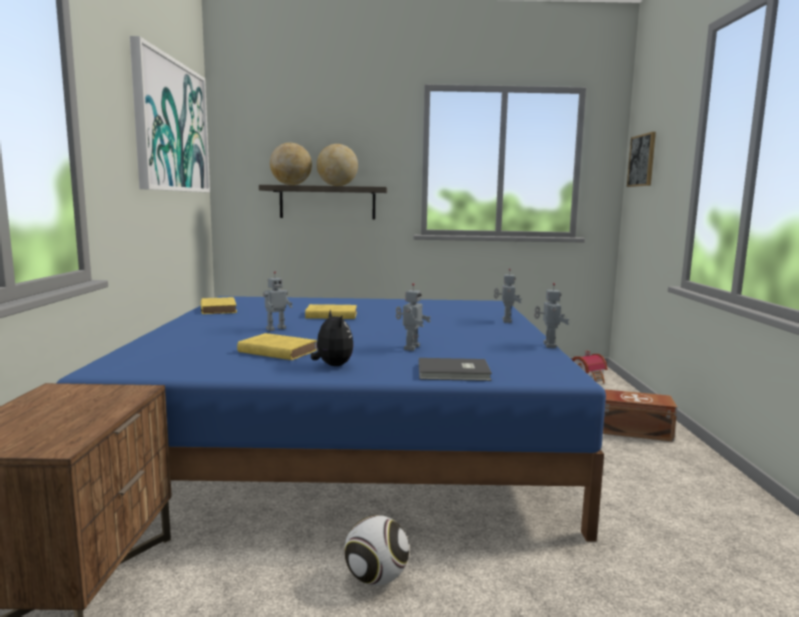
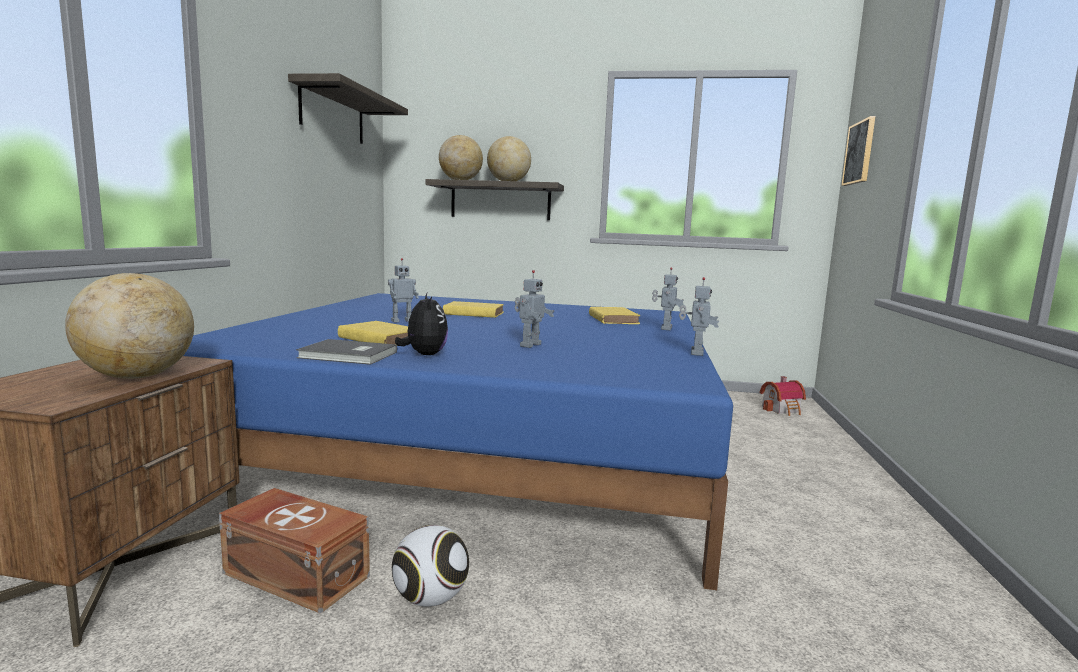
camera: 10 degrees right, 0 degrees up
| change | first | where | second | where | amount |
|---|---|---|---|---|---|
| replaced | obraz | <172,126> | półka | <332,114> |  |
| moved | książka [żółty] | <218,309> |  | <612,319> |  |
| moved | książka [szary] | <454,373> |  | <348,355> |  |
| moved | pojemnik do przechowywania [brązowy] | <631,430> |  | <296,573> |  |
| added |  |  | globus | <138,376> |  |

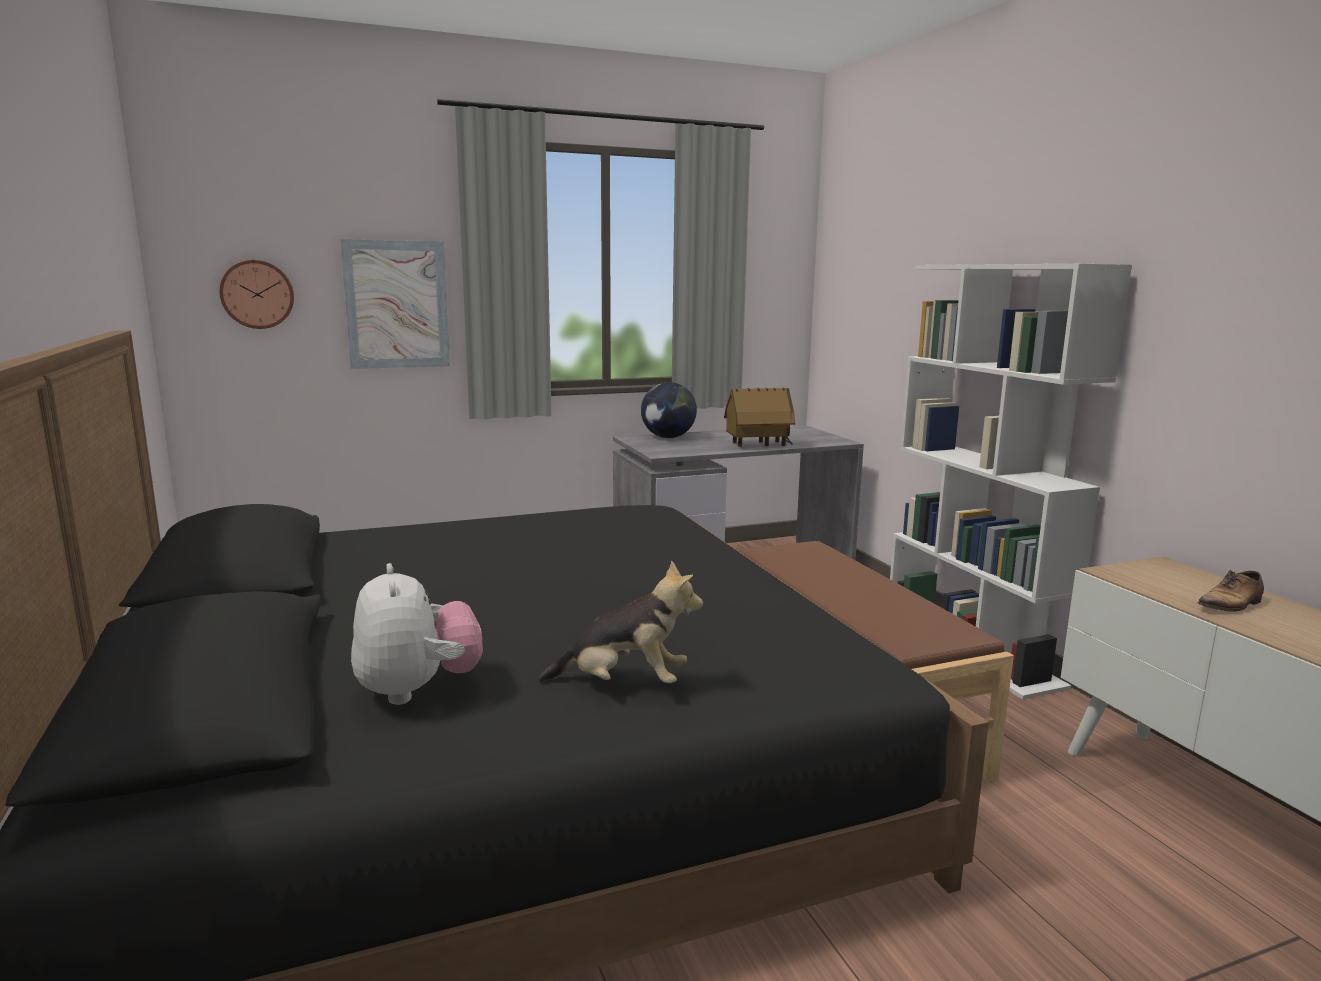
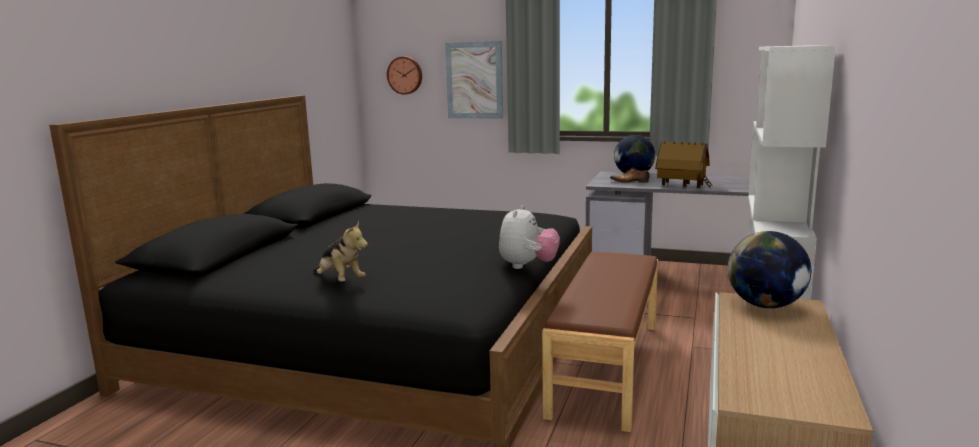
camera: 40 degrees right, 0 degrees up
| change | first | where | second | where | amount |
|---|---|---|---|---|---|
| moved | pluszak | <418,690> |  | <527,266> |  |
| moved | but | <1230,605> |  | <630,182> |  |
| added |  |  | globus | <766,305> |  |

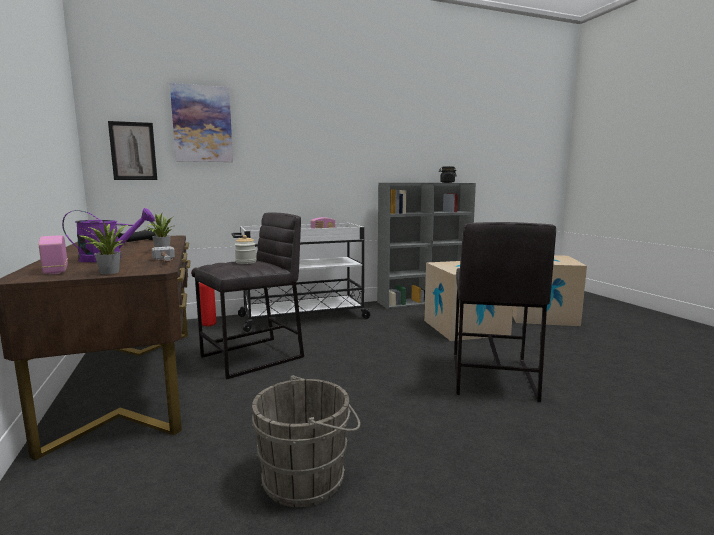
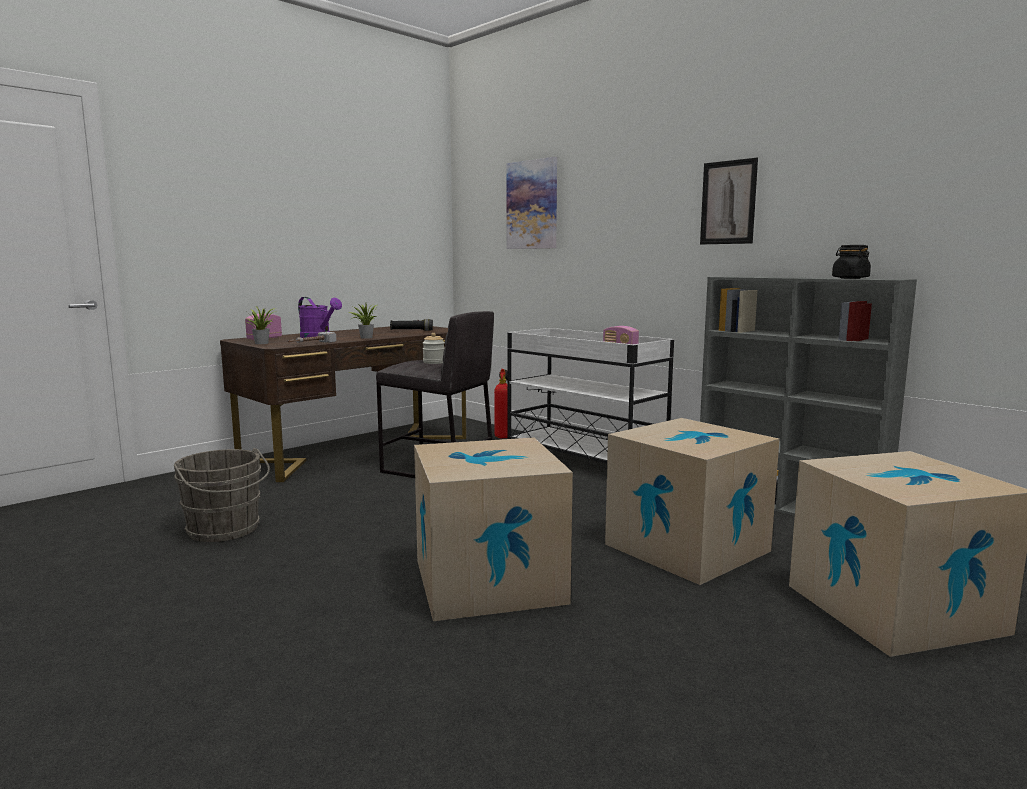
camera: 65 degrees right, 0 degrees up
| change | first | where | second | where | amount |
|---|---|---|---|---|---|
| moved | obraz | <133,151> |  | <728,202> |  |
| replaced | stołek [szary] | <491,377> | karton | <488,581> |  |

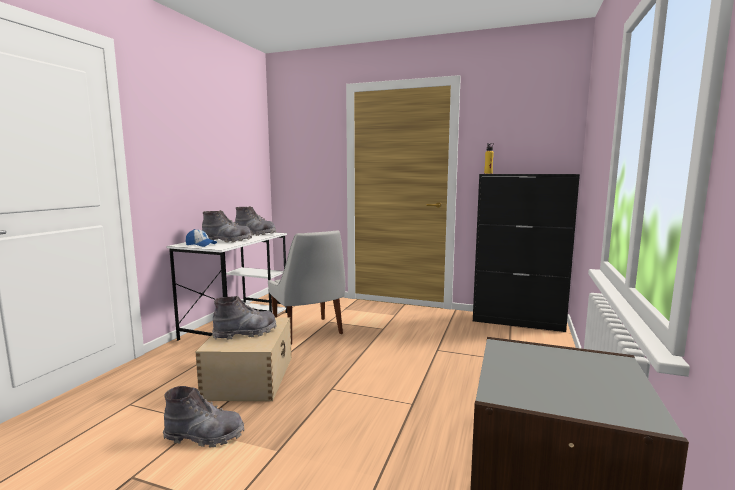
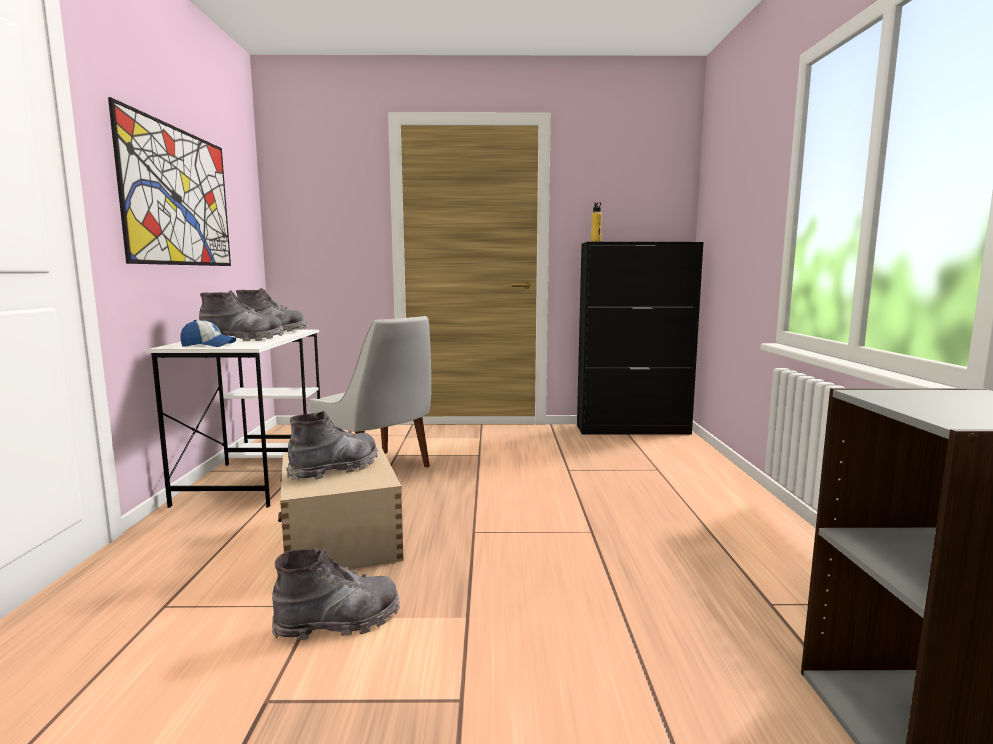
camera: 20 degrees left, 0 degrees up
| change | first | where | second | where | amount |
|---|---|---|---|---|---|
| added |  |  | obraz | <179,197> |  |

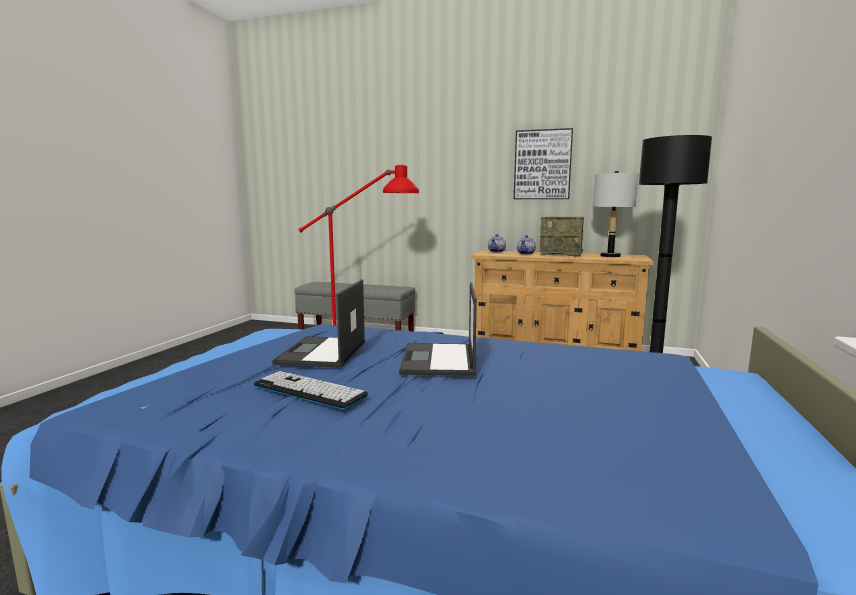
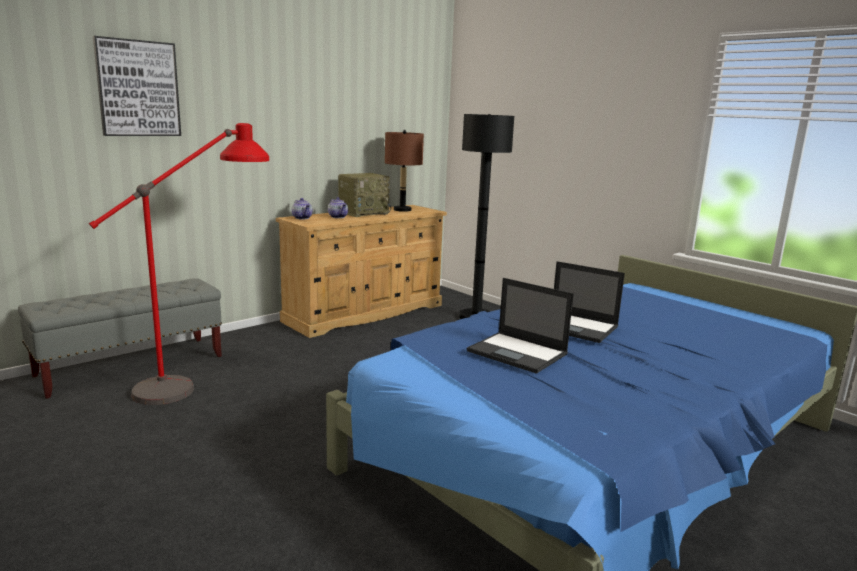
camera: 60 degrees left, 5 degrees up
| change | first | where | second | where | amount |
|---|---|---|---|---|---|
| moved | obraz | <542,165> |  | <138,88> |  |
| recoloured | lampa stołowa [szary] | <610,256> | lampa stołowa [brązowy] | <402,210> |  |
| removed | klawiatura | <309,390> |  |  |  |

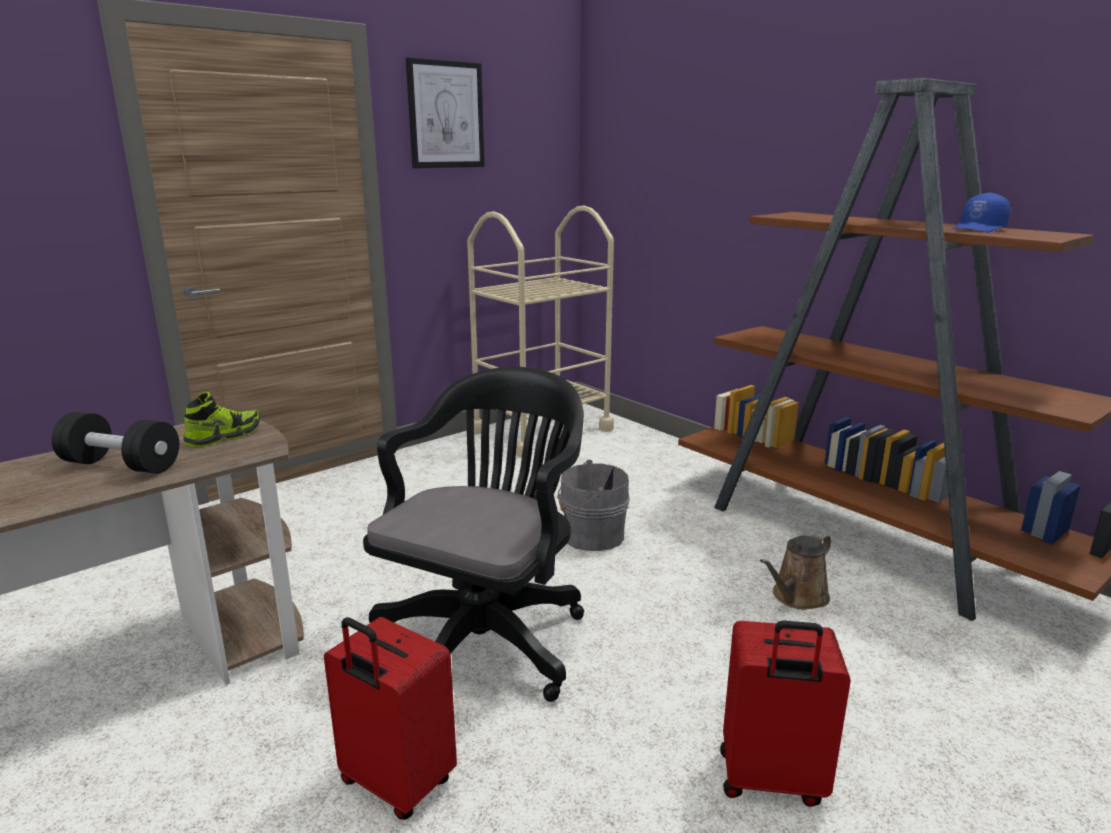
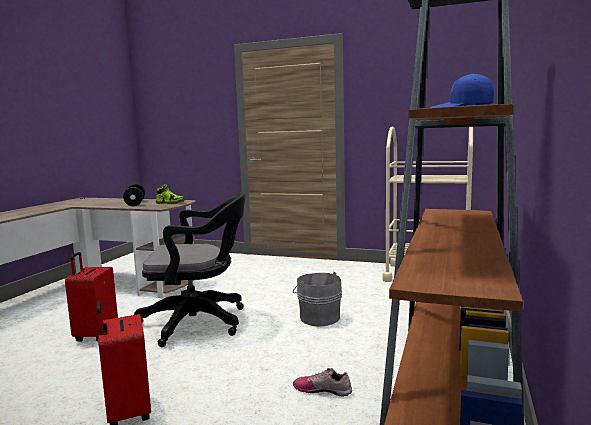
camera: 60 degrees right, 10 degrees down
| change | first | where | second | where | amount |
|---|---|---|---|---|---|
| removed | obraz | <446,115> |  |  |  |
| replaced | konewka [brązowy] | <797,597> | but | <322,389> |  |

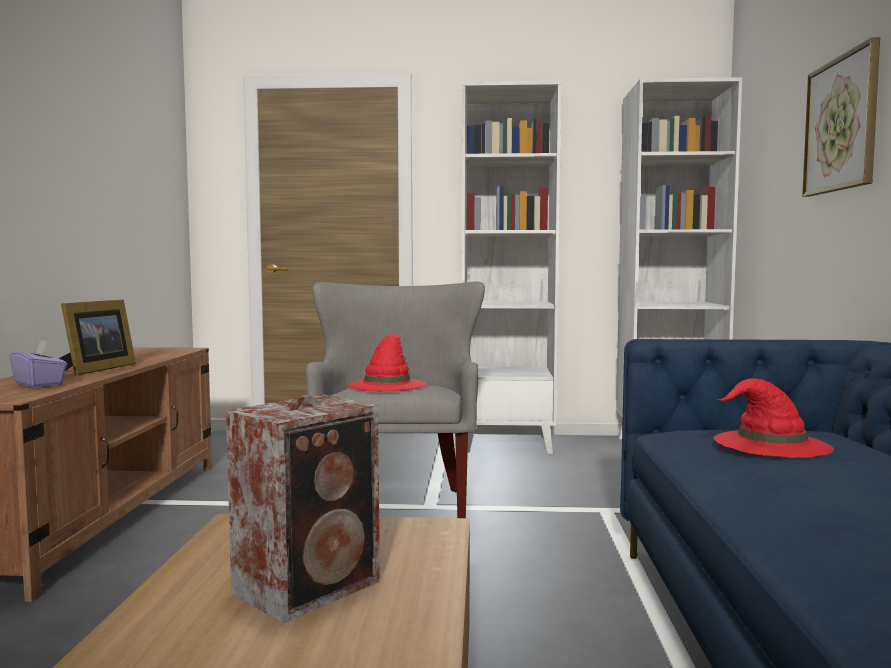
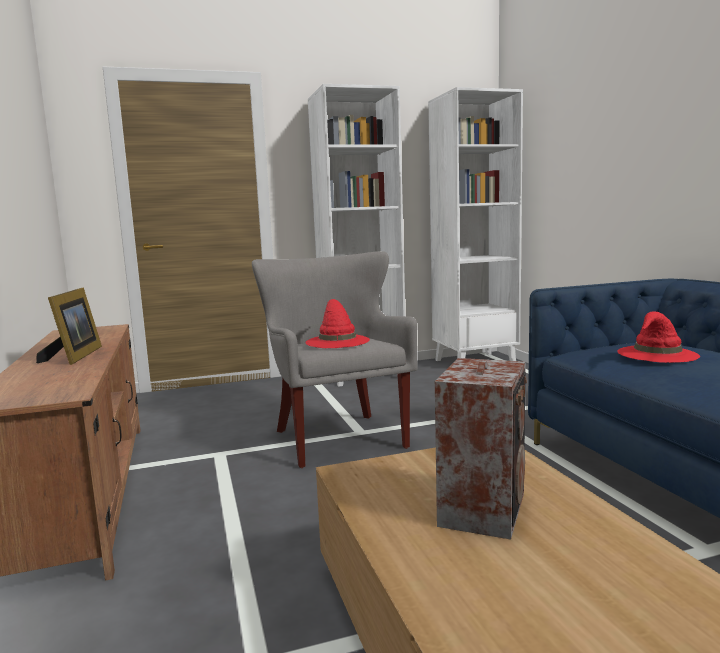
camera: 20 degrees left, 5 degrees up
| change | first | where | second | where | amount |
|---|---|---|---|---|---|
| removed | obraz | <841,124> |  |  |  |
| removed | pudełko chusteczek [fioletowy] | <39,384> |  |  |  |

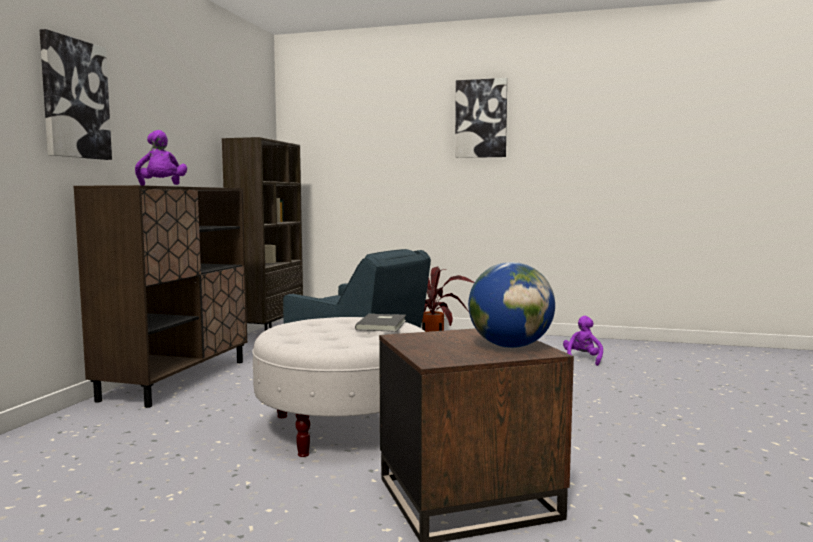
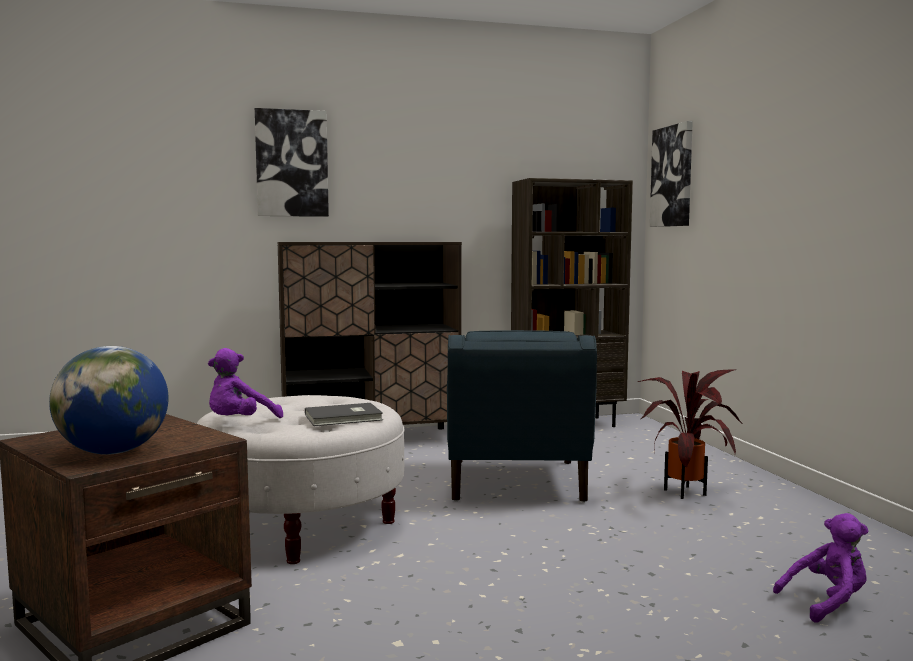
camera: 60 degrees right, 0 degrees up
| change | first | where | second | where | amount |
|---|---|---|---|---|---|
| moved | obraz | <481,119> |  | <673,176> |  |
| moved | pluszak [fioletowy] | <161,186> |  | <240,423> |  |

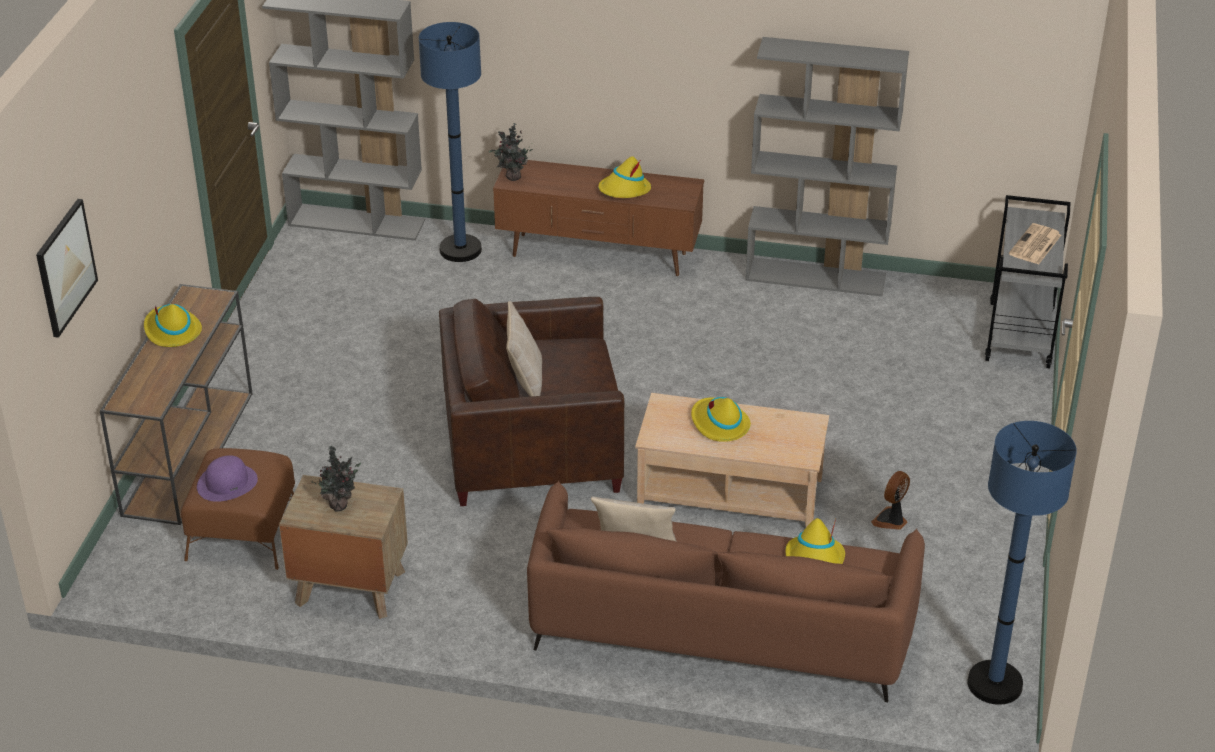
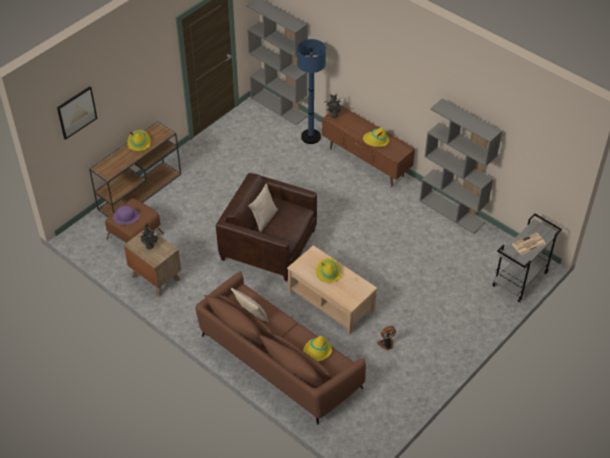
camera: 30 degrees right, 10 degrees up
| change | first | where | second | where | amount |
|---|---|---|---|---|---|
| removed | lampa stojąca [niebieski] | <994,684> |  |  |  |

